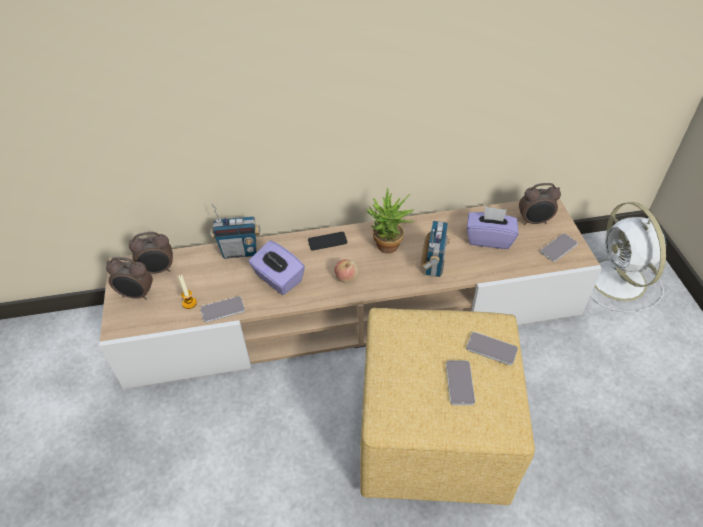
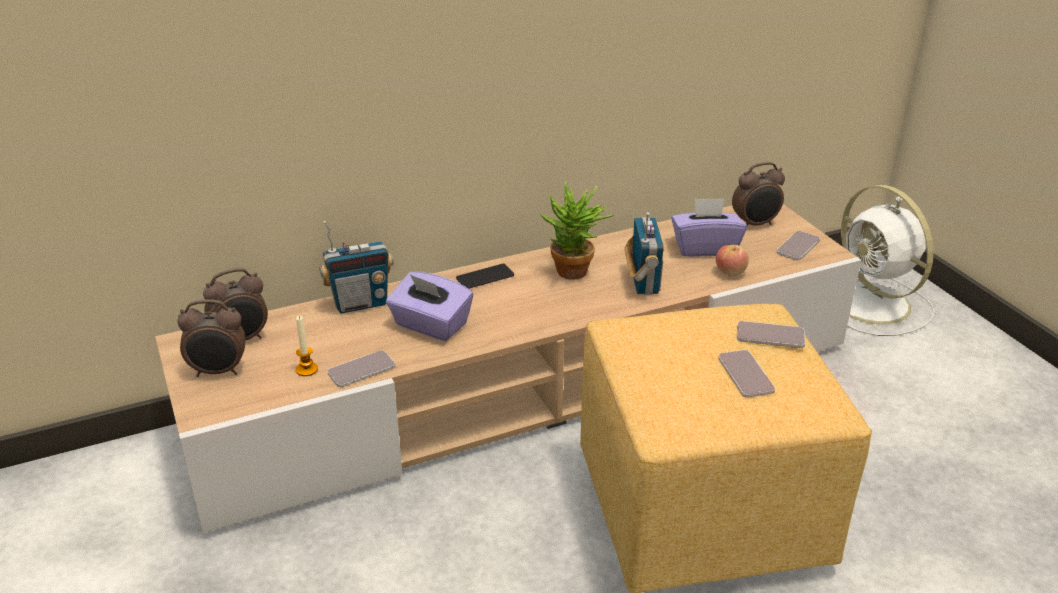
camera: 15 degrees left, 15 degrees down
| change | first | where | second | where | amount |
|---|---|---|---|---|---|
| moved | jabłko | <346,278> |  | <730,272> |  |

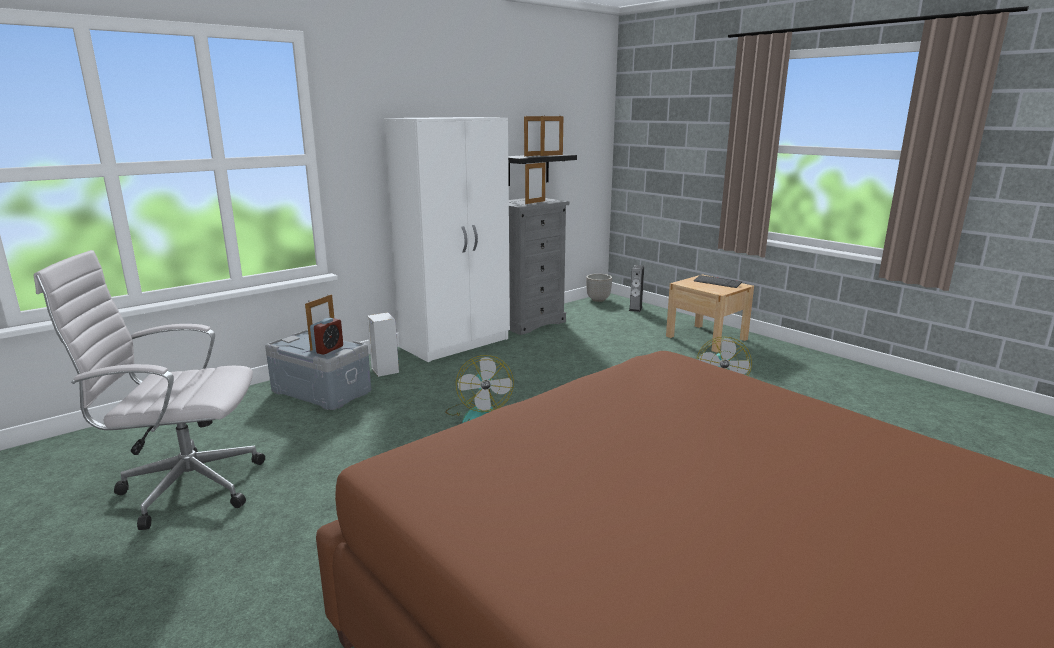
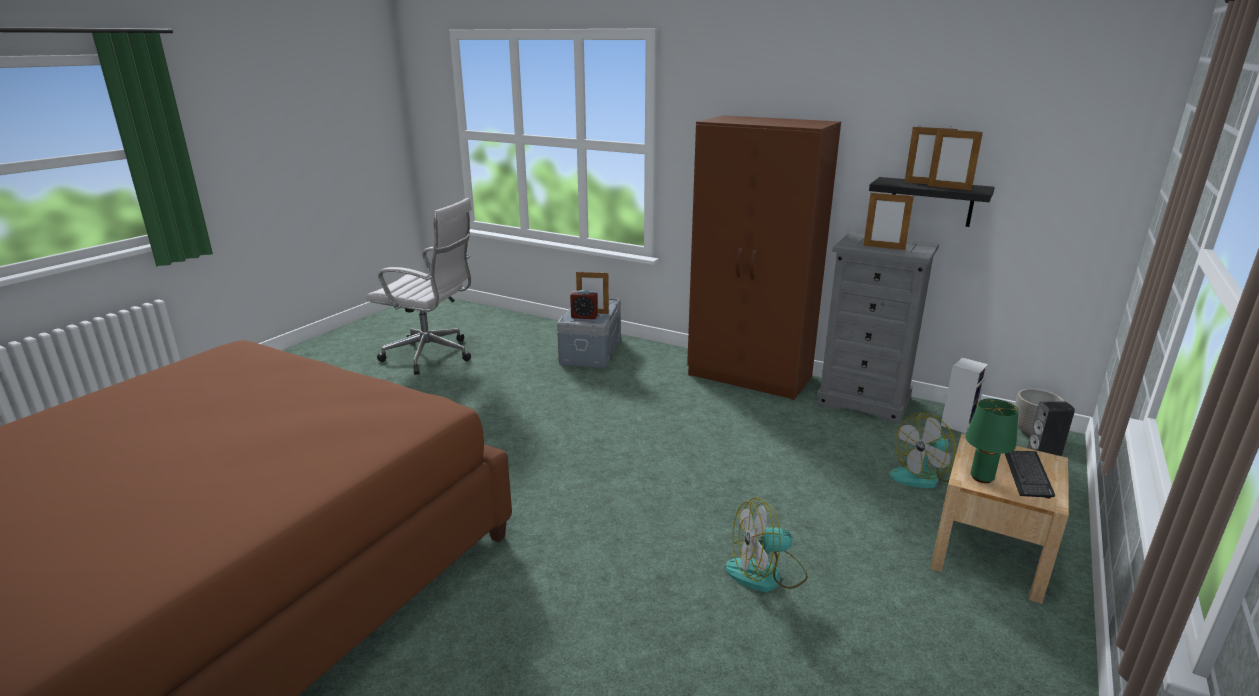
camera: 70 degrees right, 5 degrees up
| change | first | where | second | where | amount |
|---|---|---|---|---|---|
| recoloured | szafa [biały] | <456,343> | szafa [brązowy] | <750,376> |  |
| turned | krzesło biurowe [biały] | <185,488> |  | <432,356> | 135 degrees clockwise |
| moved | głośnik | <384,370> |  | <957,423> |  |
| moved | wentylator | <478,413> |  | <922,475> |  |
| added |  |  | lampa stołowa [zielony] | <981,478> |  |

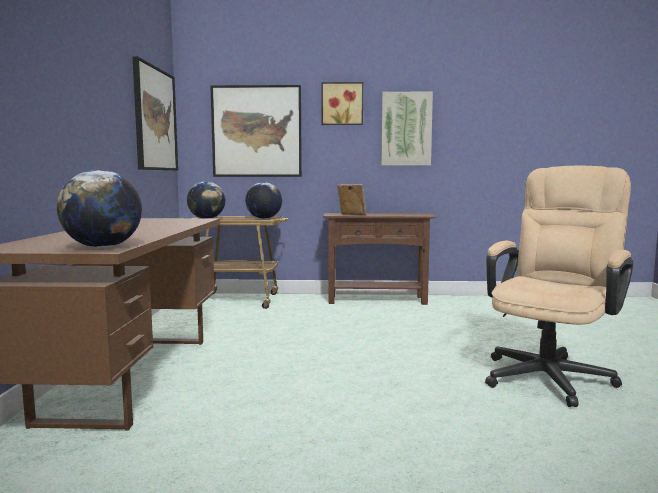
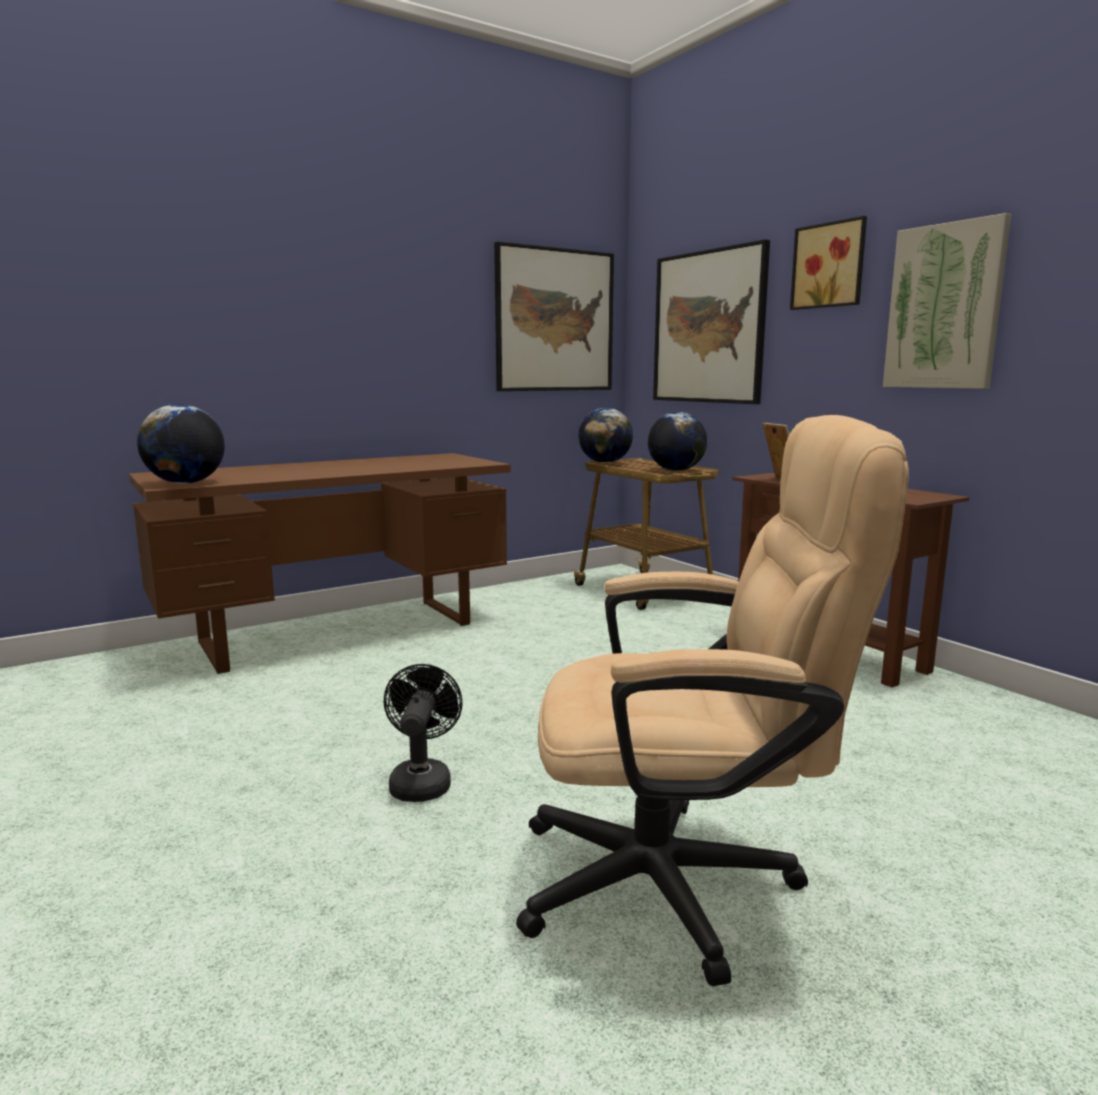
camera: 55 degrees right, 5 degrees up
| change | first | where | second | where | amount |
|---|---|---|---|---|---|
| added |  |  | wentylator [czarny] | <421,781> |  |

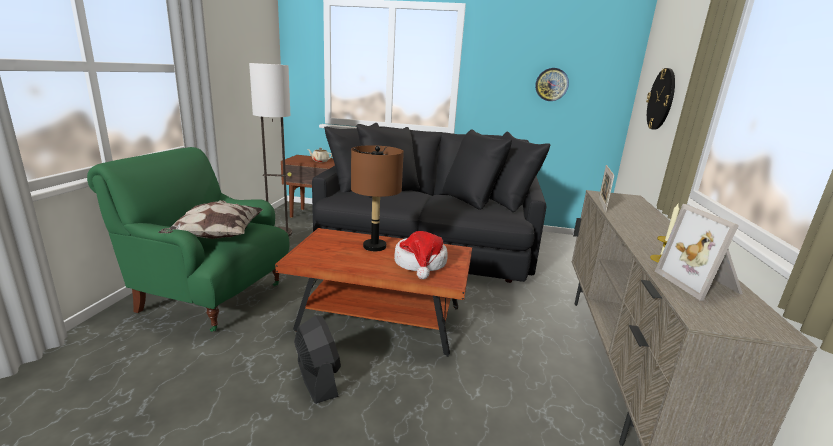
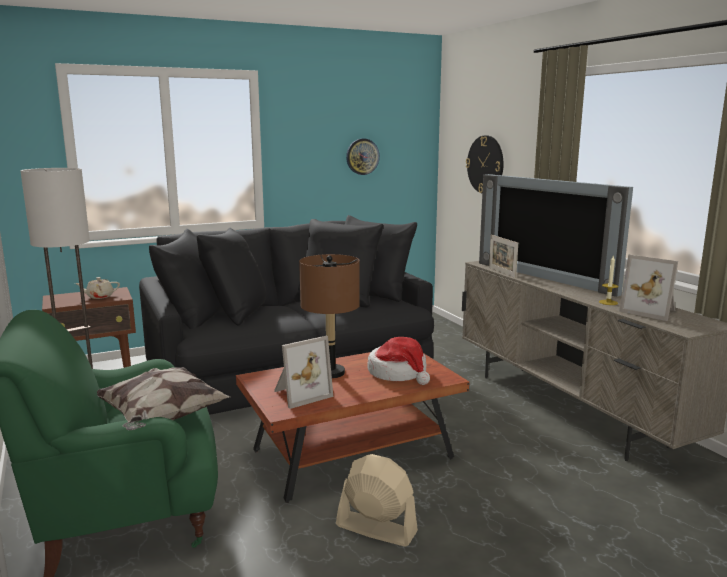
camera: 35 degrees left, 5 degrees down
| change | first | where | second | where | amount |
|---|---|---|---|---|---|
| recoloured | wentylator [czarny] | <317,378> | wentylator [beżowy] | <376,528> |  |
| added |  |  | telewizor | <547,276> |  |
| added |  |  | ramka na zdjęcie | <300,394> |  |

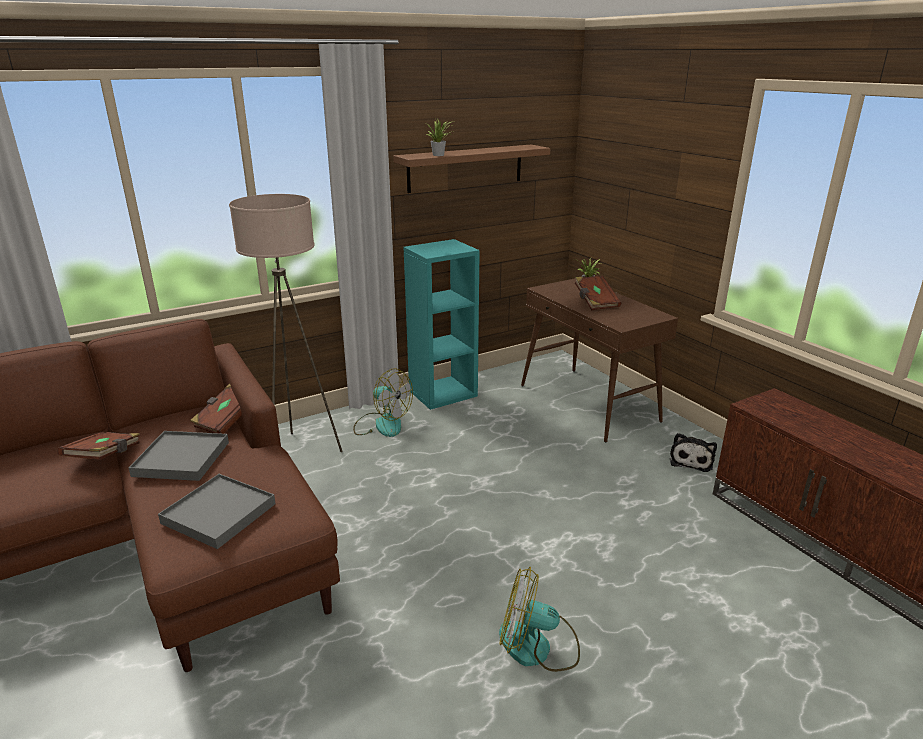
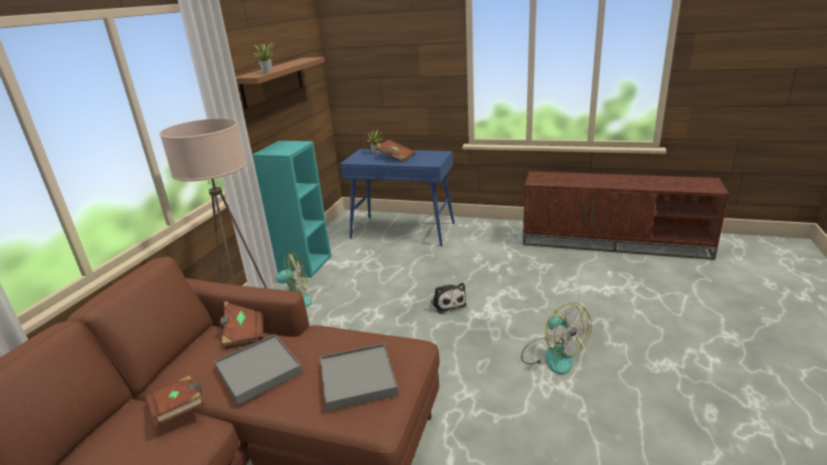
camera: 40 degrees left, 0 degrees up
| change | first | where | second | where | amount |
|---|---|---|---|---|---|
| recoloured | stolik konsolowy [brązowy] | <589,403> | stolik konsolowy [niebieski] | <403,230> |  |
| moved | pluszak | <691,460> |  | <447,303> |  |
| turned | wentylator | <537,647> |  | <552,355> | 90 degrees counterclockwise |

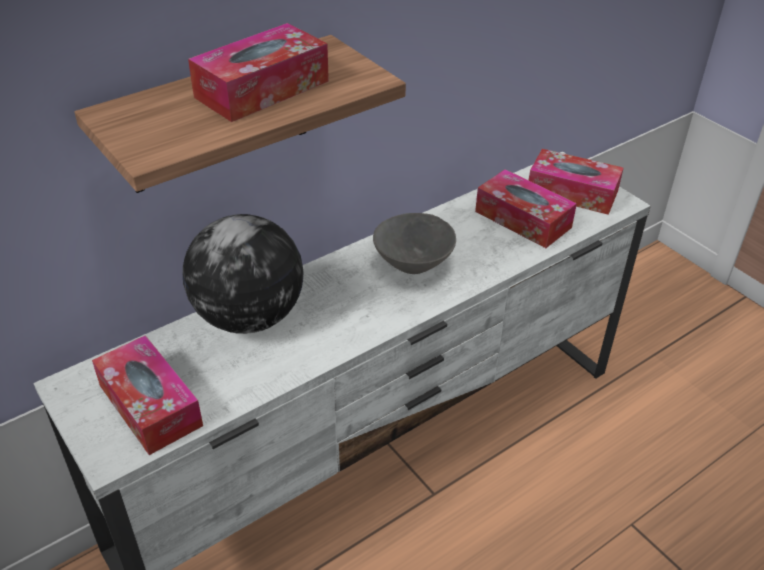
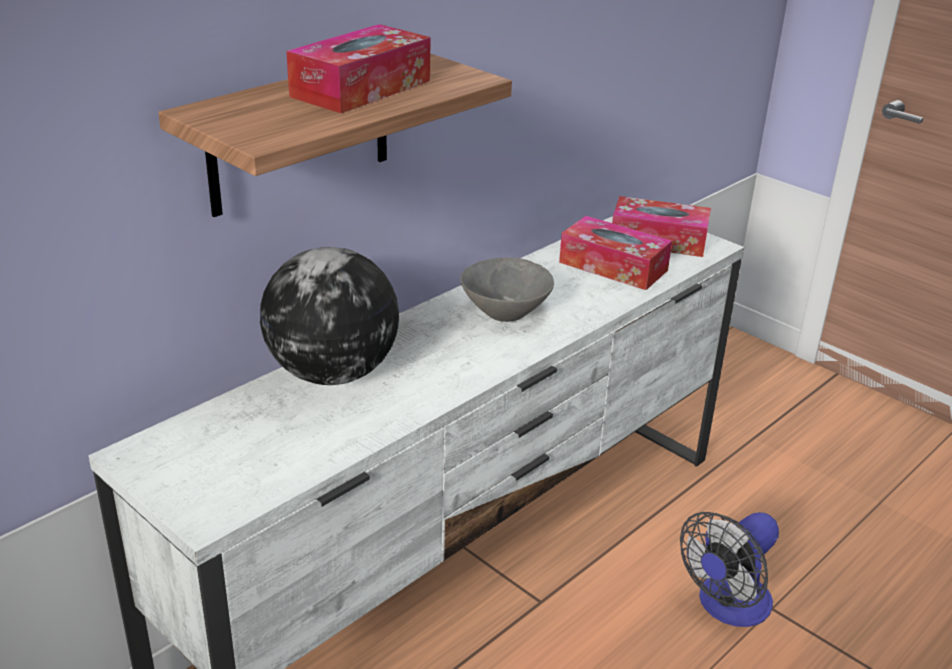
camera: 10 degrees left, 10 degrees down
| change | first | where | second | where | amount |
|---|---|---|---|---|---|
| removed | pudełko chusteczek | <150,405> |  |  |  |
| added |  |  | wentylator | <727,607> |  |

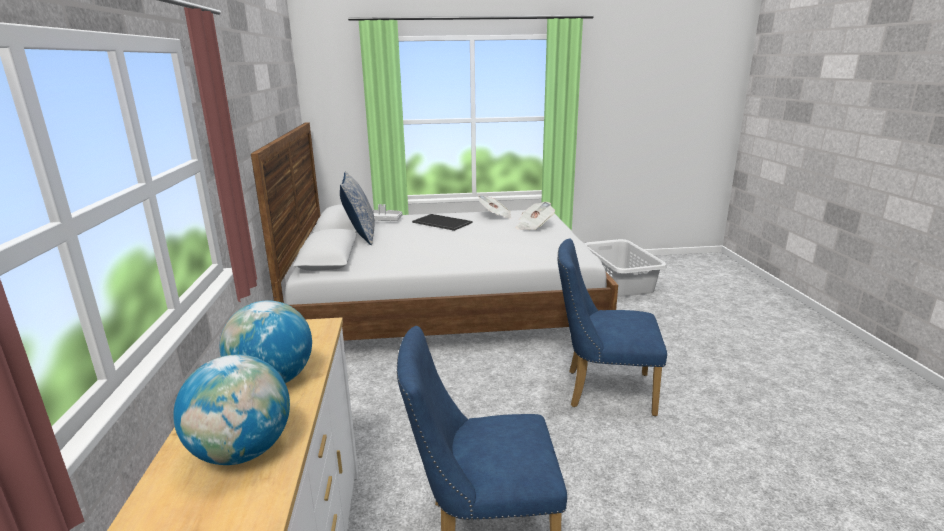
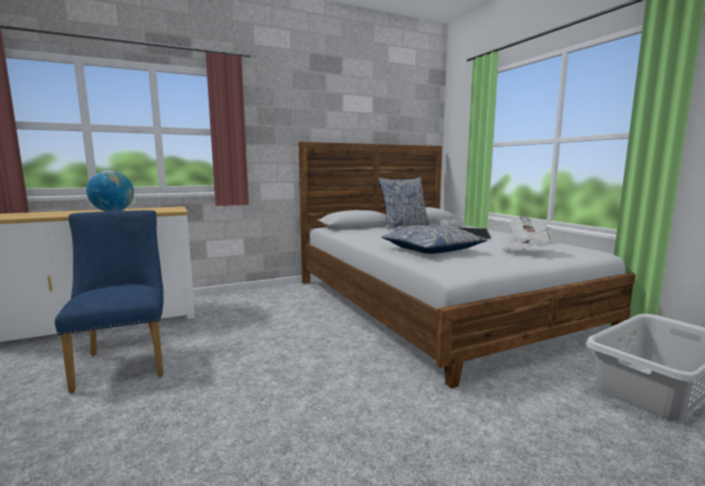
camera: 70 degrees right, 10 degrees down
| change | first | where | second | where | amount |
|---|---|---|---|---|---|
| removed | krzesło [niebieski] | <602,390> |  |  |  |
| removed | globus | <243,452> |  |  |  |
| added |  |  | poduszka | <431,250> |  |

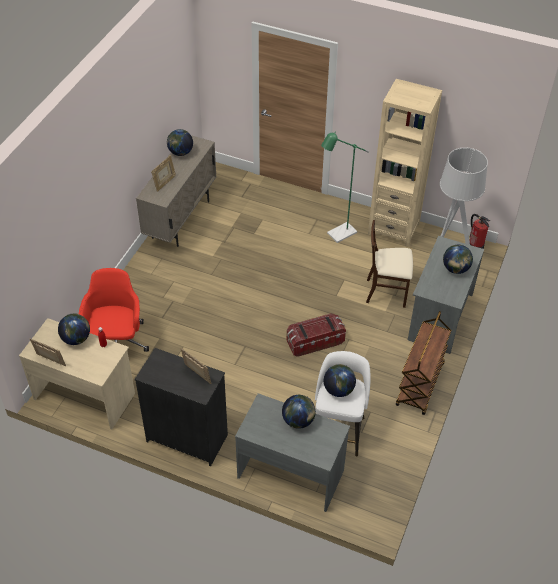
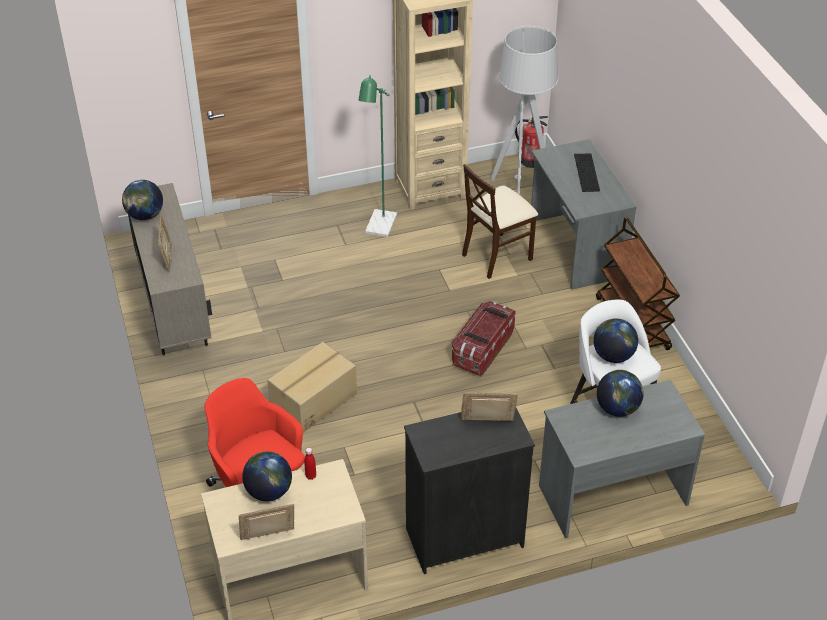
camera: 40 degrees left, 5 degrees down
| change | first | where | second | where | amount |
|---|---|---|---|---|---|
| replaced | globus | <455,269> | klawiatura | <586,172> |  |
| added |  |  | karton | <313,400> |  |

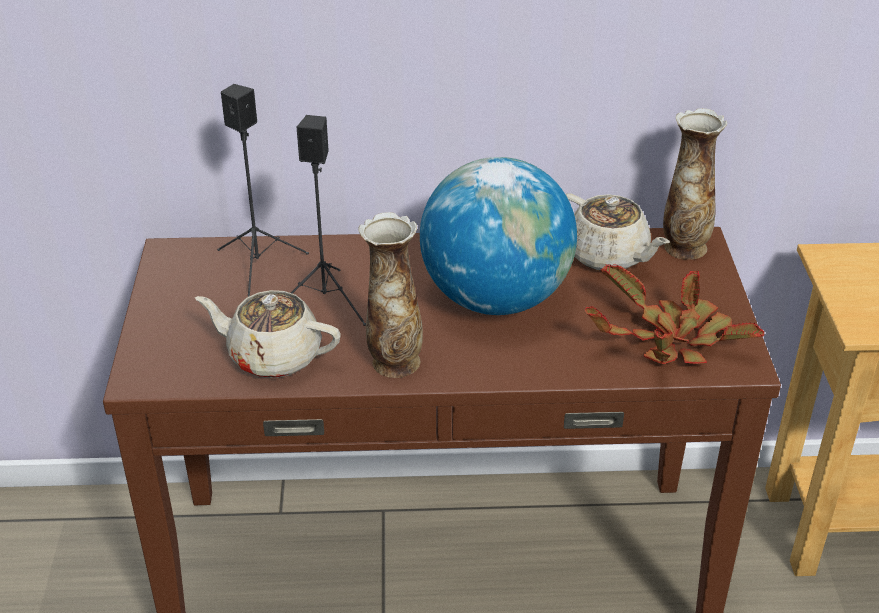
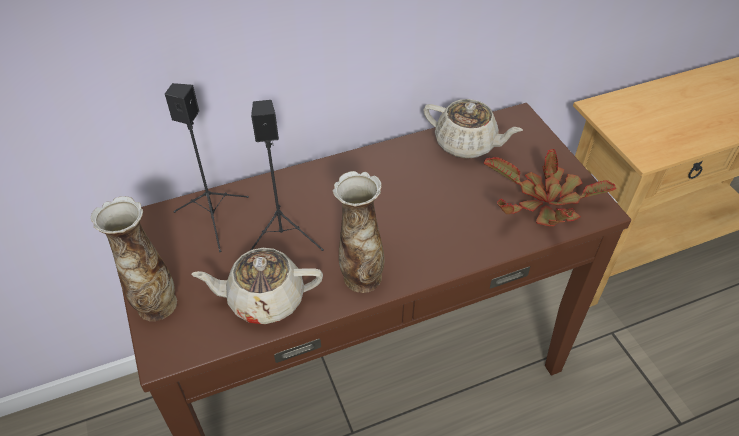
camera: 20 degrees left, 10 degrees up
| change | first | where | second | where | amount |
|---|---|---|---|---|---|
| moved | wazon | <684,247> |  | <156,304> |  |
| removed | globus | <495,298> |  |  |  |

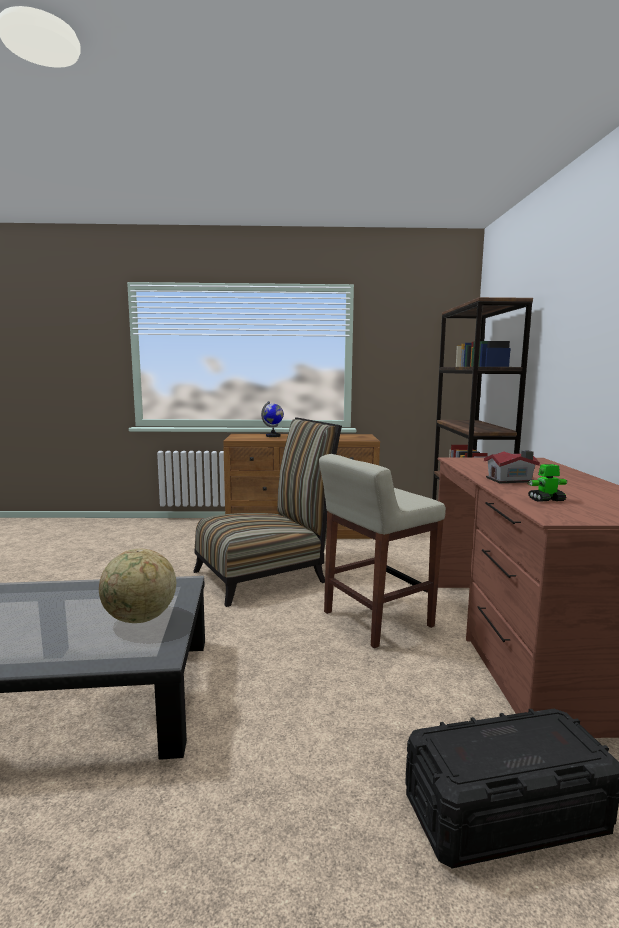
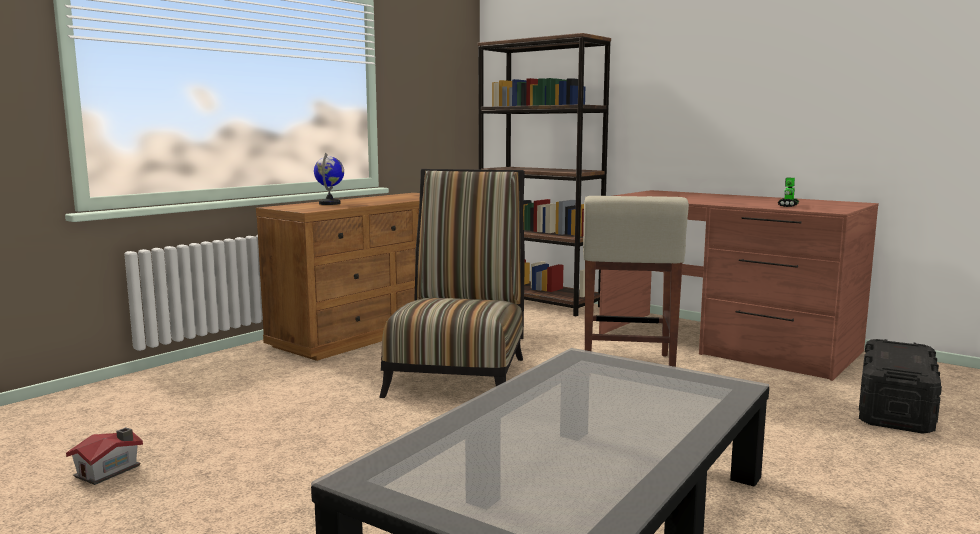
camera: 50 degrees left, 0 degrees up
| change | first | where | second | where | amount |
|---|---|---|---|---|---|
| moved | domek | <511,480> |  | <110,471> |  |
| removed | globus | <140,619> |  |  |  |

